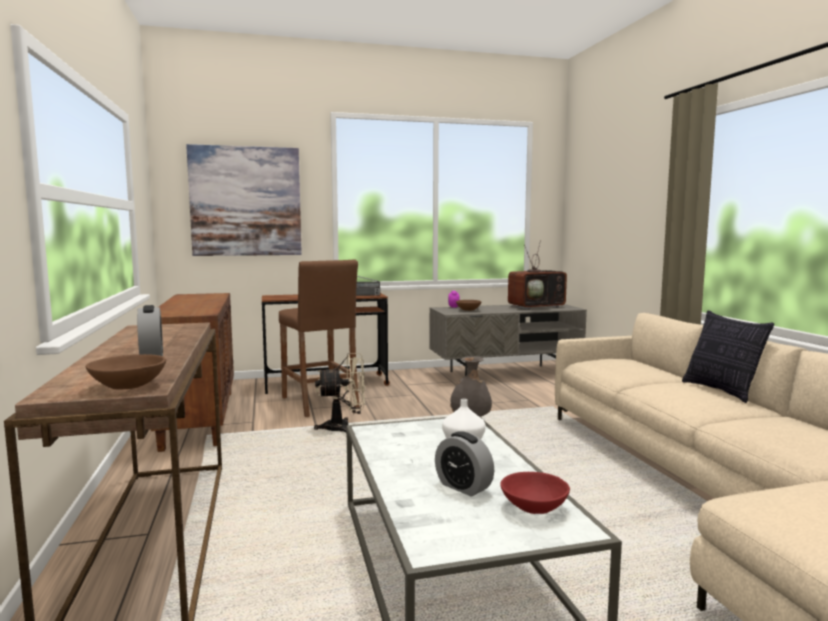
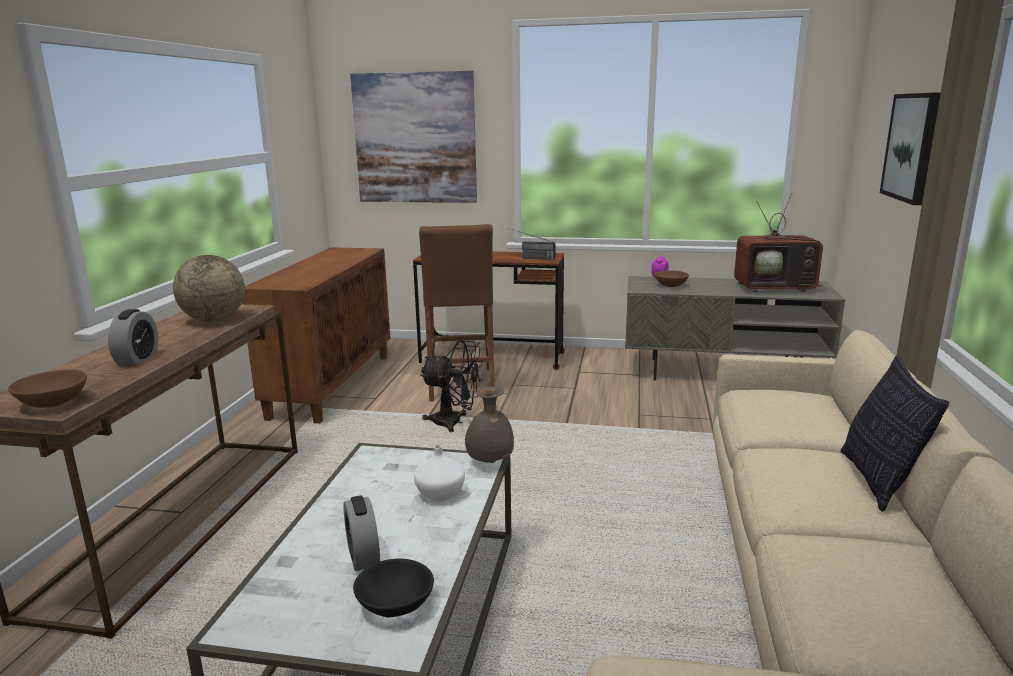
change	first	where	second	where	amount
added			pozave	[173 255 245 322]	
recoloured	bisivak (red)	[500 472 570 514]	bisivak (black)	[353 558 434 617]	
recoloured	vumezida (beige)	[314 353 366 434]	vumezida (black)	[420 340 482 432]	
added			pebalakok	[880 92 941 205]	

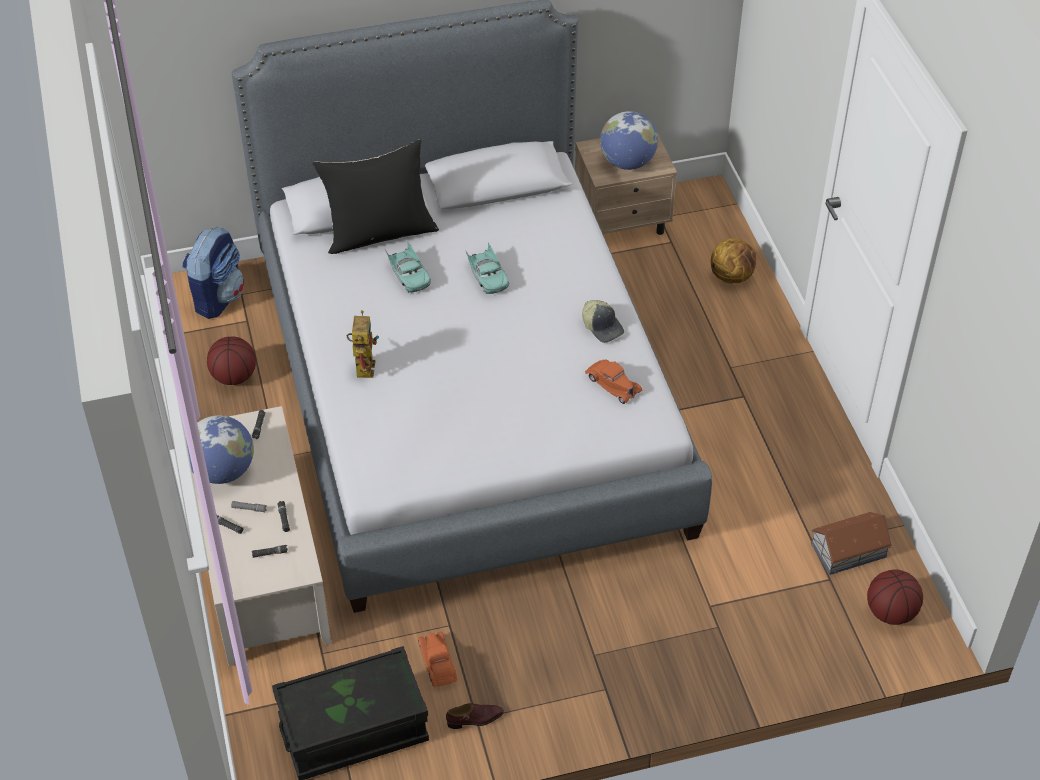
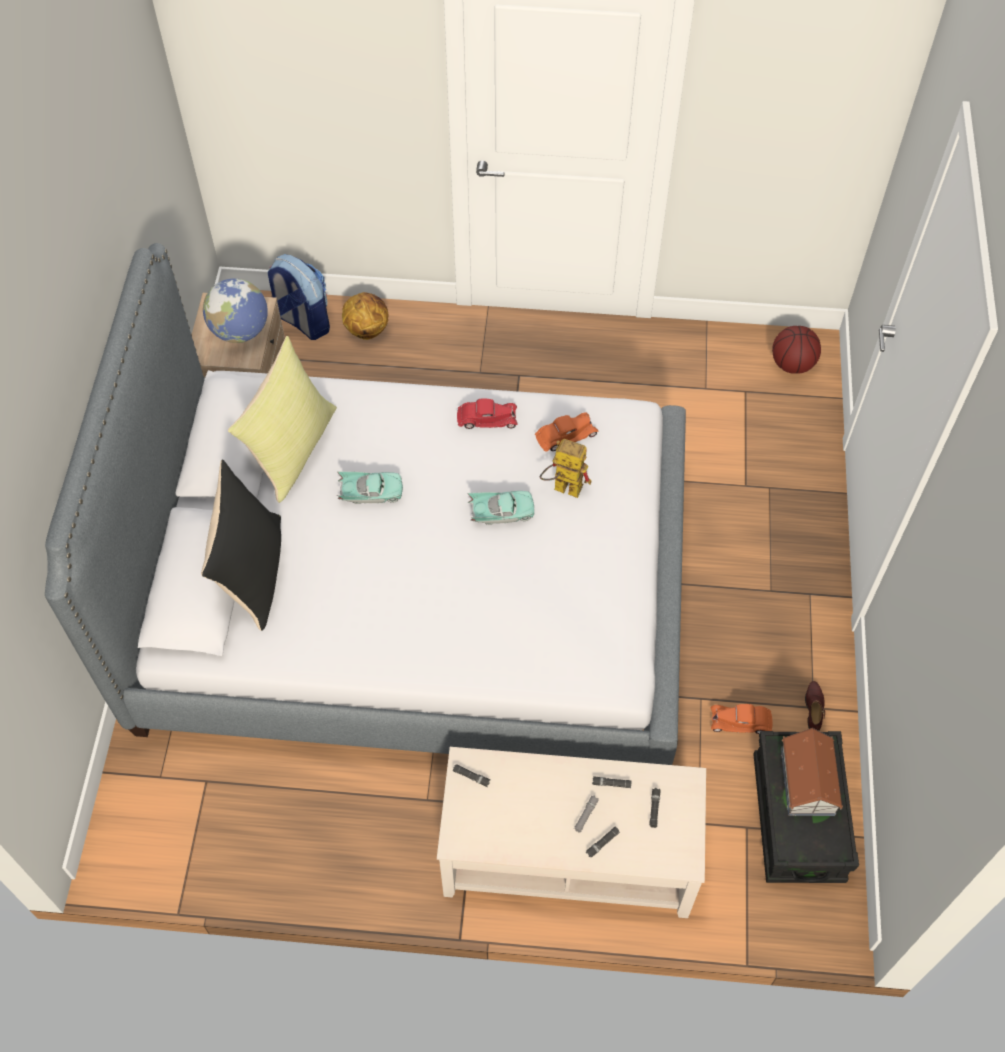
change	first	where	second	where	amount
added			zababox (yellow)	[228 336 337 503]	
moved	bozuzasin	[183 227 244 319]		[267 254 330 340]	
replaced	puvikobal	[582 300 624 343]	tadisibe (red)	[457 398 518 429]	
moved	tadisibe (turquoise)	[385 242 431 293]		[467 491 535 525]	
moved	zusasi	[347 310 379 378]		[540 439 592 498]	
moved	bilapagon	[811 512 893 575]		[781 728 843 816]	
removed	pozave	[186 415 254 484]			
removed	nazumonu	[207 337 256 385]			

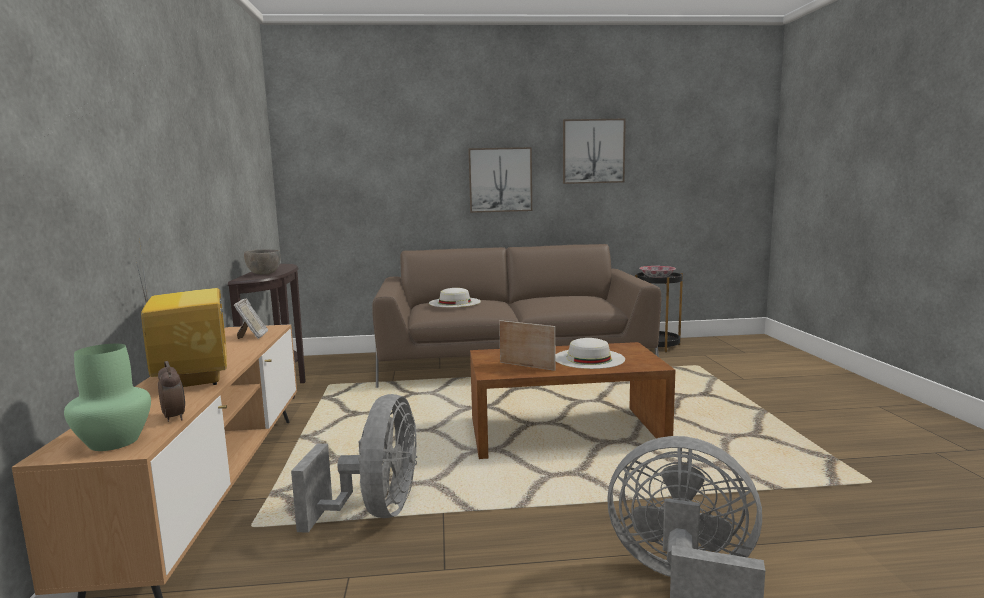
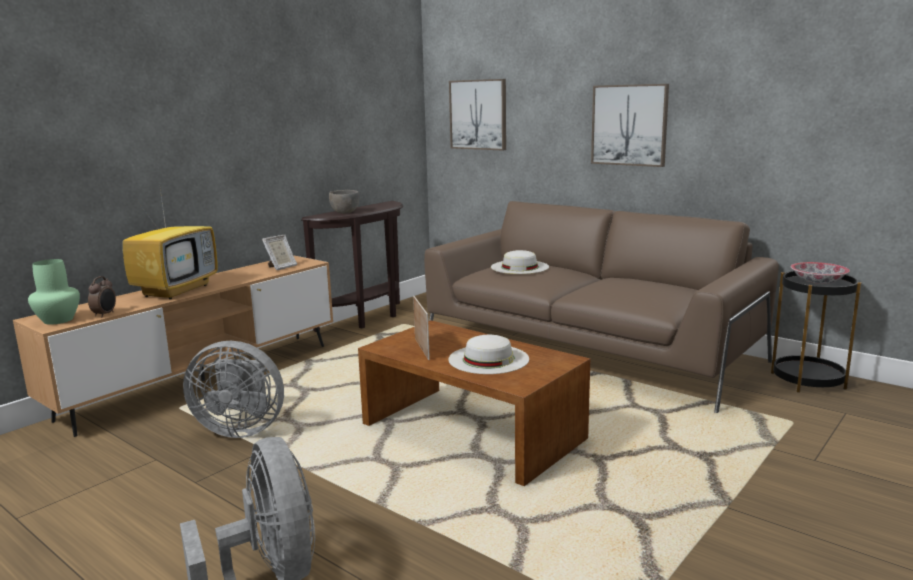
change	first	where	second	where	amount
turned	vumezida (grey)	[291 394 417 533]		[183 341 284 438]	45 degrees clockwise
moved	pebalakok	[563 119 626 184]		[449 79 506 150]	

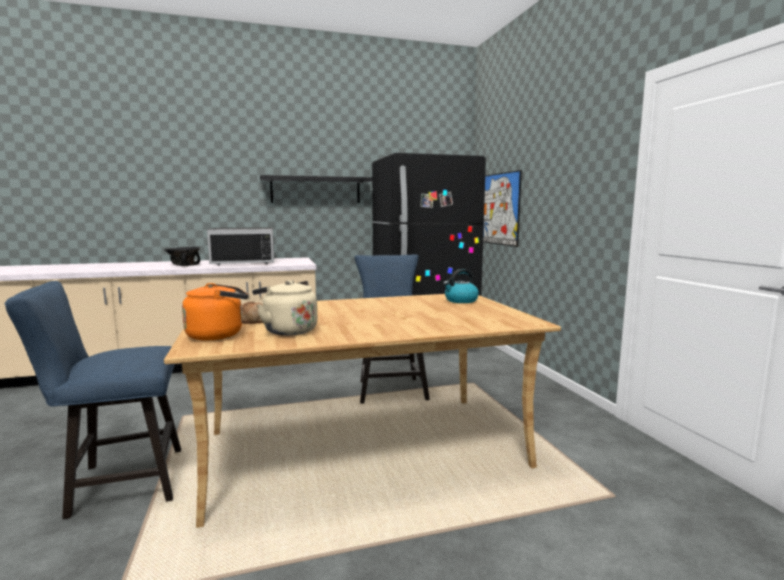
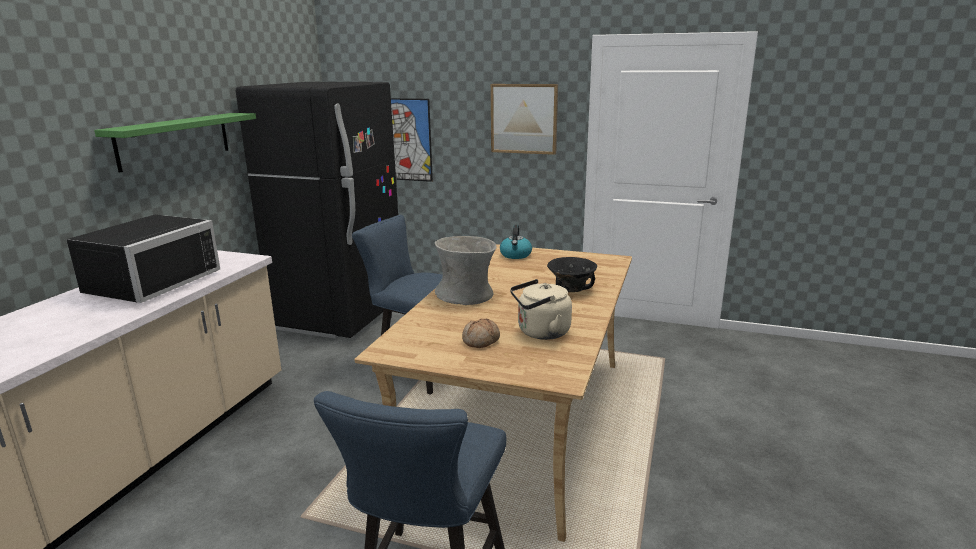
change	first	where	second	where	amount
recoloured	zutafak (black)	[260 175 373 203]	zutafak (green)	[94 113 256 173]	
added			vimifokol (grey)	[435 236 497 305]	
added			pebalakok	[491 84 558 155]	
moved	bisivak (black)	[165 247 200 266]		[547 257 597 292]	
removed	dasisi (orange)	[182 283 248 341]			

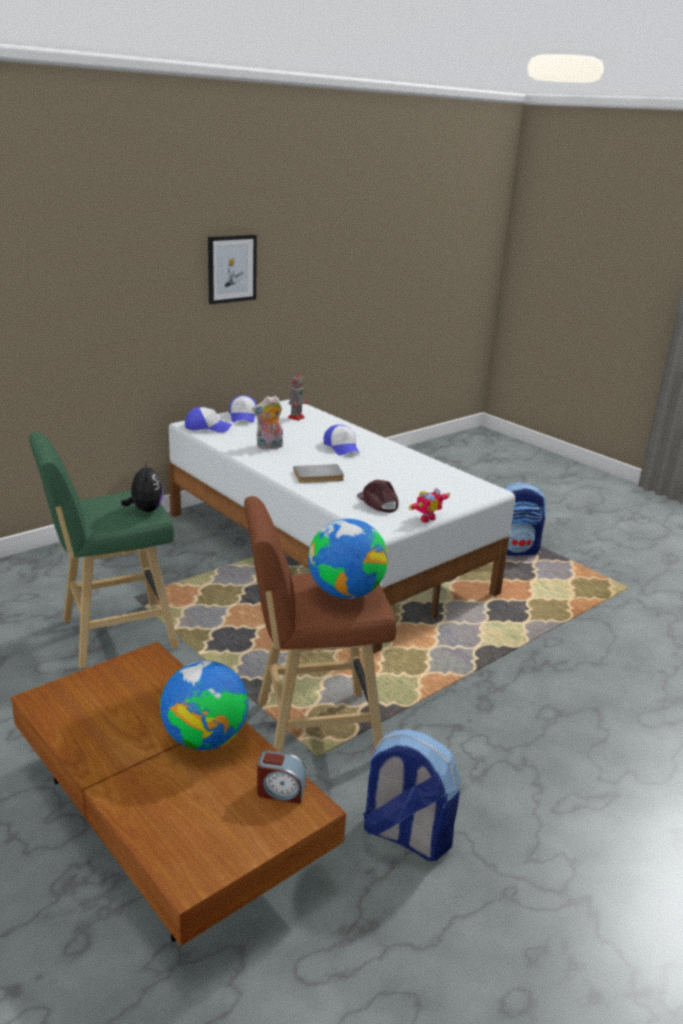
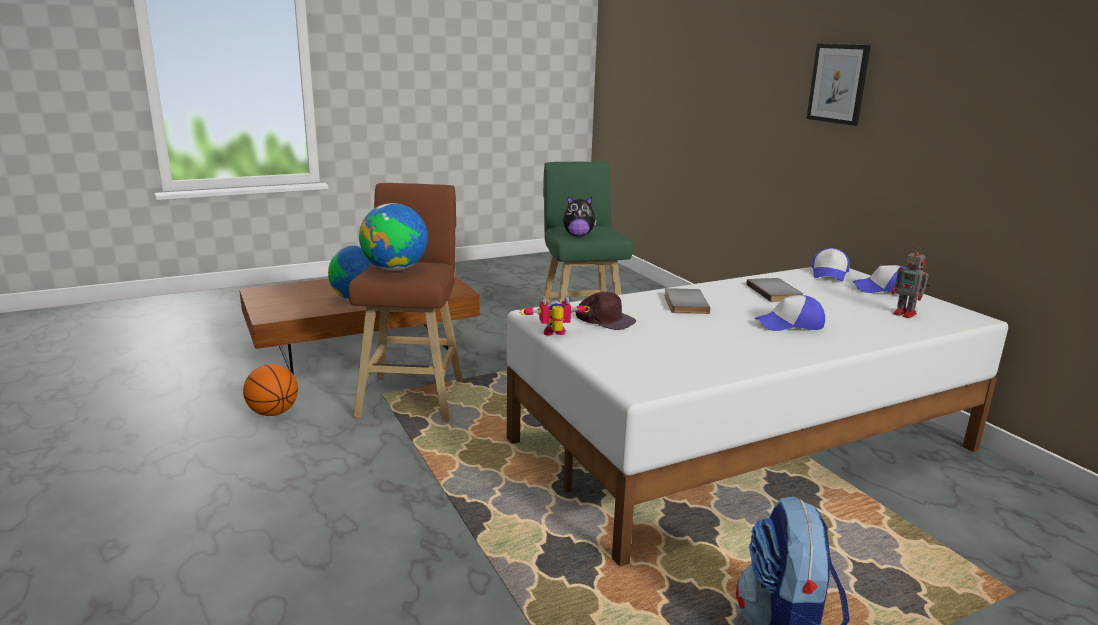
change	first	where	second	where	amount
replaced	bozuzasin	[363 729 460 861]	nazumonu	[243 364 298 416]	
turned	zusasi	[409 488 450 523]		[520 296 590 336]	105 degrees clockwise
turned	puvikobal (brown)	[357 480 398 513]		[576 291 636 330]	45 degrees clockwise
replaced	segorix	[252 396 283 449]	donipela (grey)	[746 278 803 302]	
moved	pebalakok	[208 235 257 304]		[807 44 871 126]	
removed	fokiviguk	[257 750 306 804]			

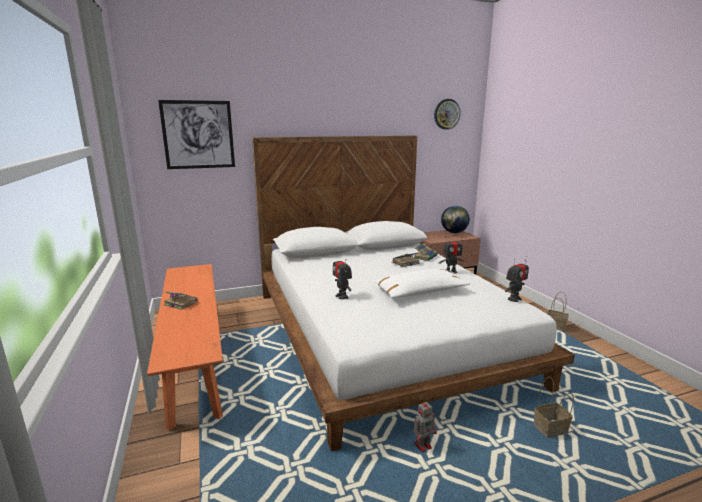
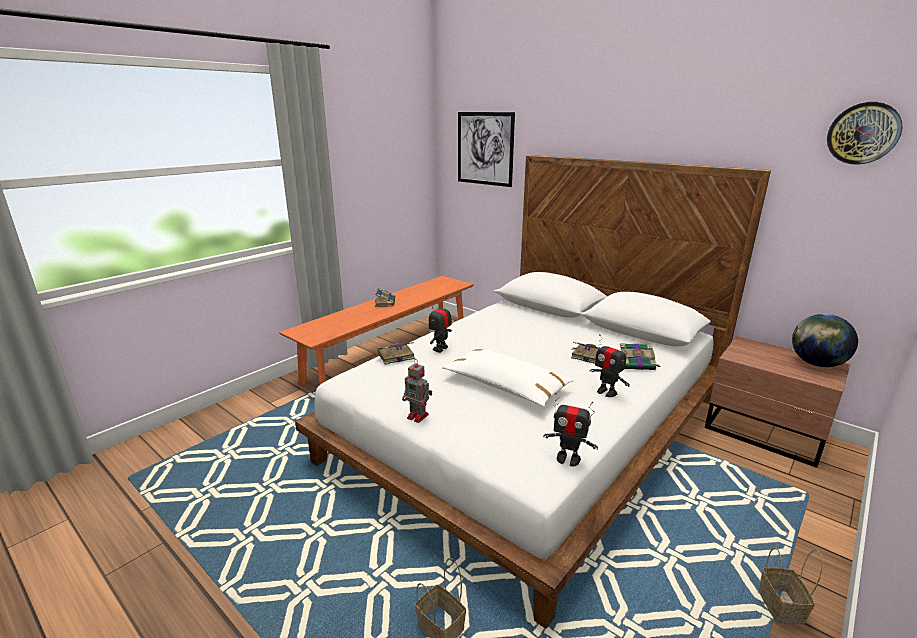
change	first	where	second	where	amount
added			donipela	[373 342 415 365]	
moved	zusasi	[414 401 437 452]		[402 359 432 423]	

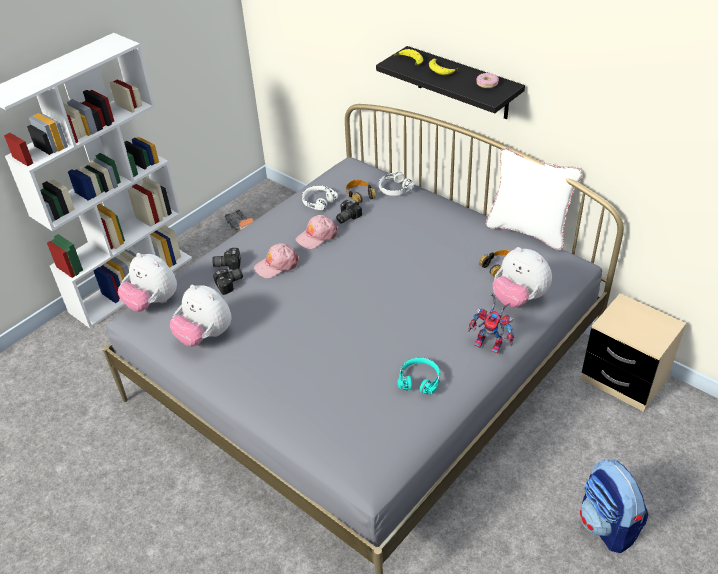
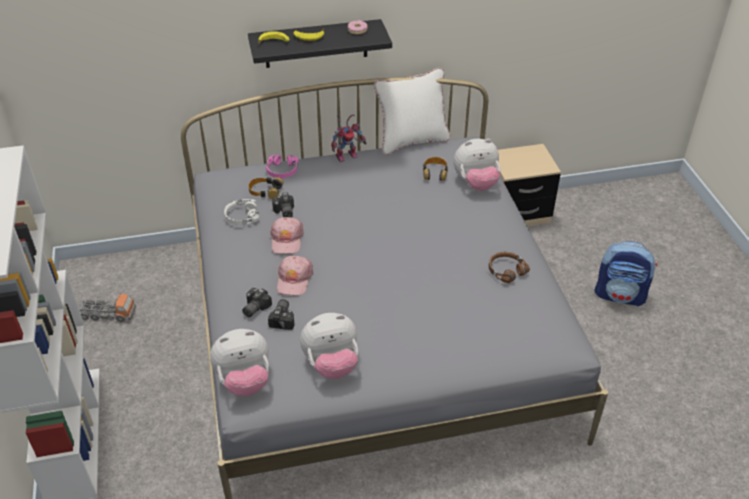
change	first	where	second	where	amount
recoloured	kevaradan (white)	[379 172 414 196]	kevaradan (pink)	[266 155 299 178]	
moved	zusasi	[468 293 514 353]		[331 114 367 162]	
recoloured	kevaradan (turquoise)	[397 357 440 395]	kevaradan (brown)	[489 252 530 284]	

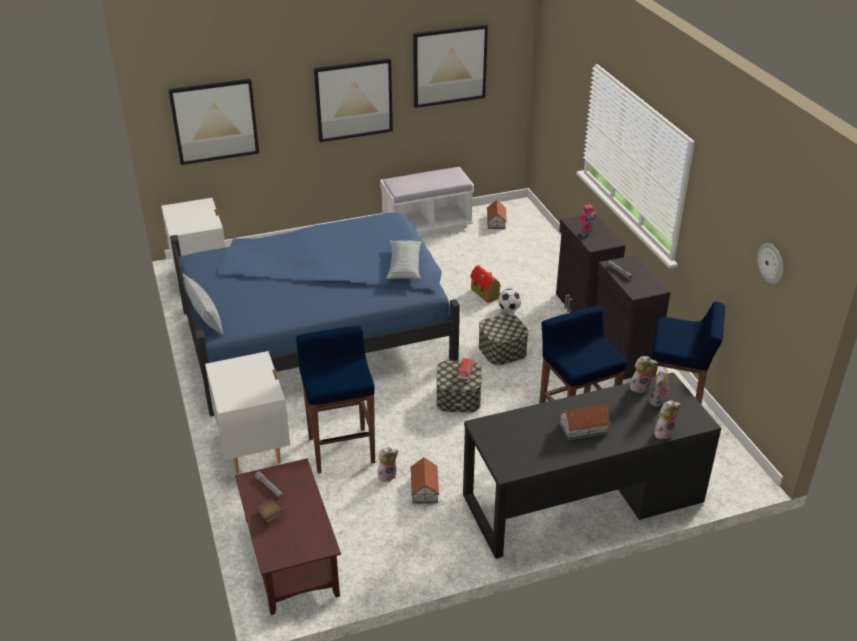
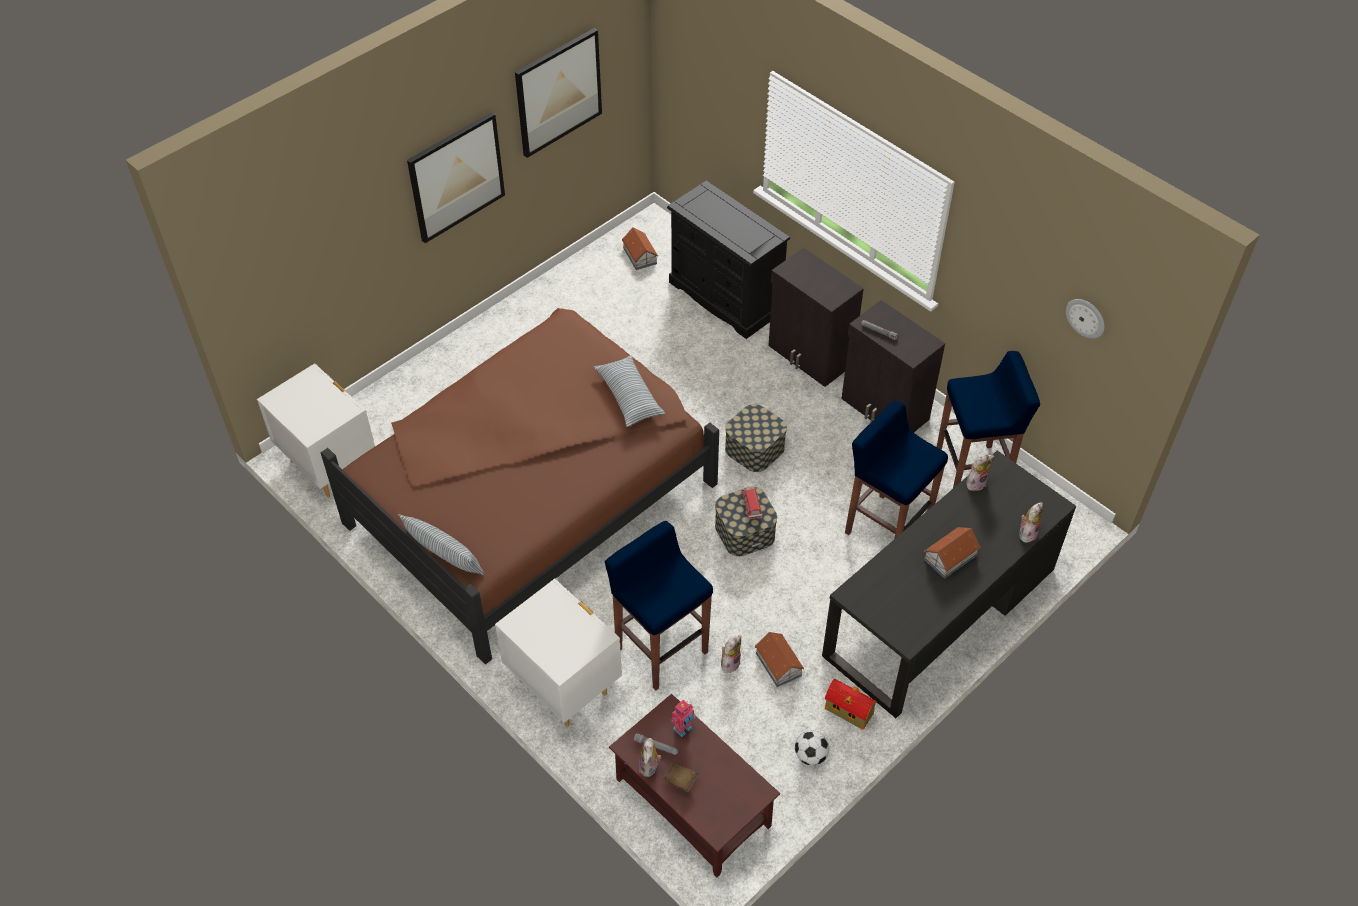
change	first	where	second	where	amount
recoloured	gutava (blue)	[170 212 460 417]	gutava (brown)	[321 308 719 664]	
moved	segorix	[649 367 670 407]		[639 738 661 777]	
added			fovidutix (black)	[667 181 790 339]	
moved	zusasi	[579 204 596 237]		[671 699 696 737]	
moved	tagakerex	[498 289 521 312]		[795 730 829 766]	
moved	bilapagon	[470 265 501 303]		[825 679 877 730]	
removed	pebalakok	[168 79 259 165]			
removed	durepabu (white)	[380 167 474 236]			

